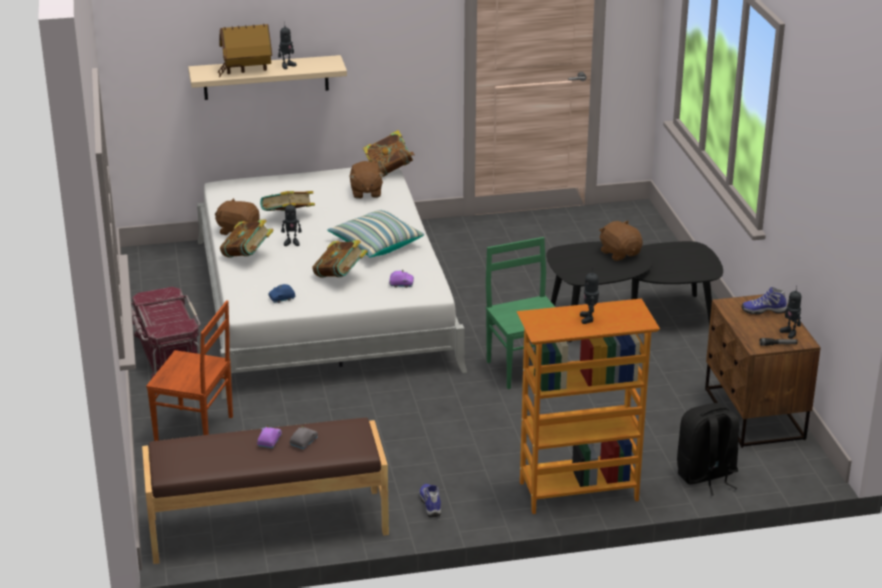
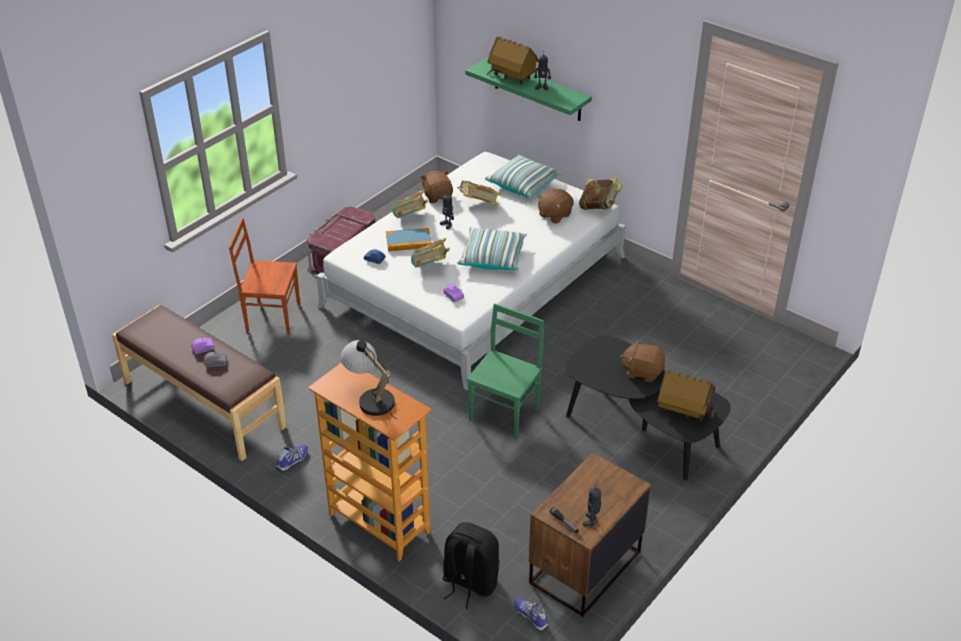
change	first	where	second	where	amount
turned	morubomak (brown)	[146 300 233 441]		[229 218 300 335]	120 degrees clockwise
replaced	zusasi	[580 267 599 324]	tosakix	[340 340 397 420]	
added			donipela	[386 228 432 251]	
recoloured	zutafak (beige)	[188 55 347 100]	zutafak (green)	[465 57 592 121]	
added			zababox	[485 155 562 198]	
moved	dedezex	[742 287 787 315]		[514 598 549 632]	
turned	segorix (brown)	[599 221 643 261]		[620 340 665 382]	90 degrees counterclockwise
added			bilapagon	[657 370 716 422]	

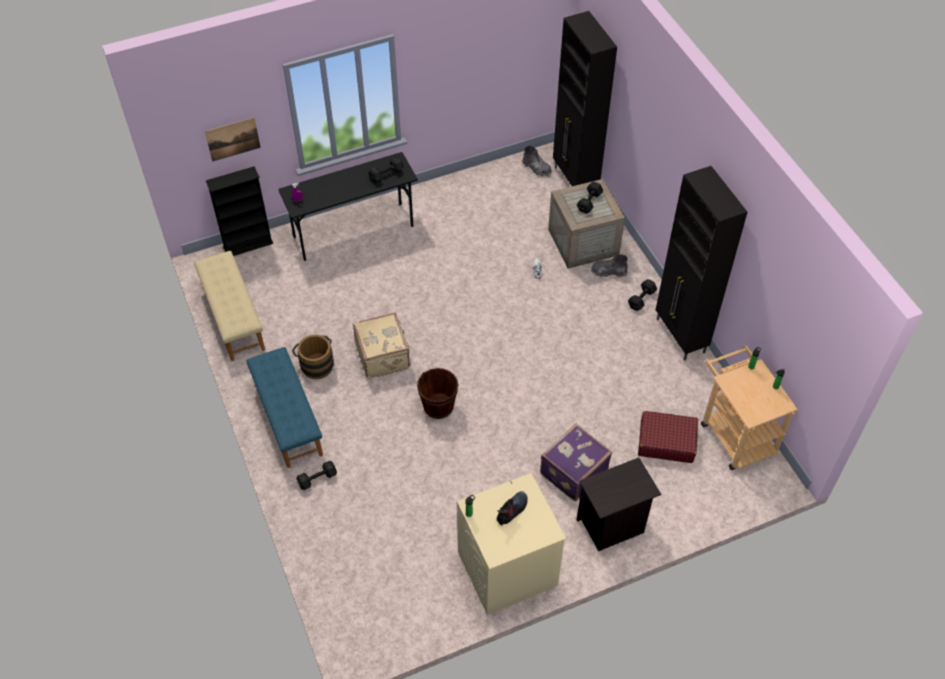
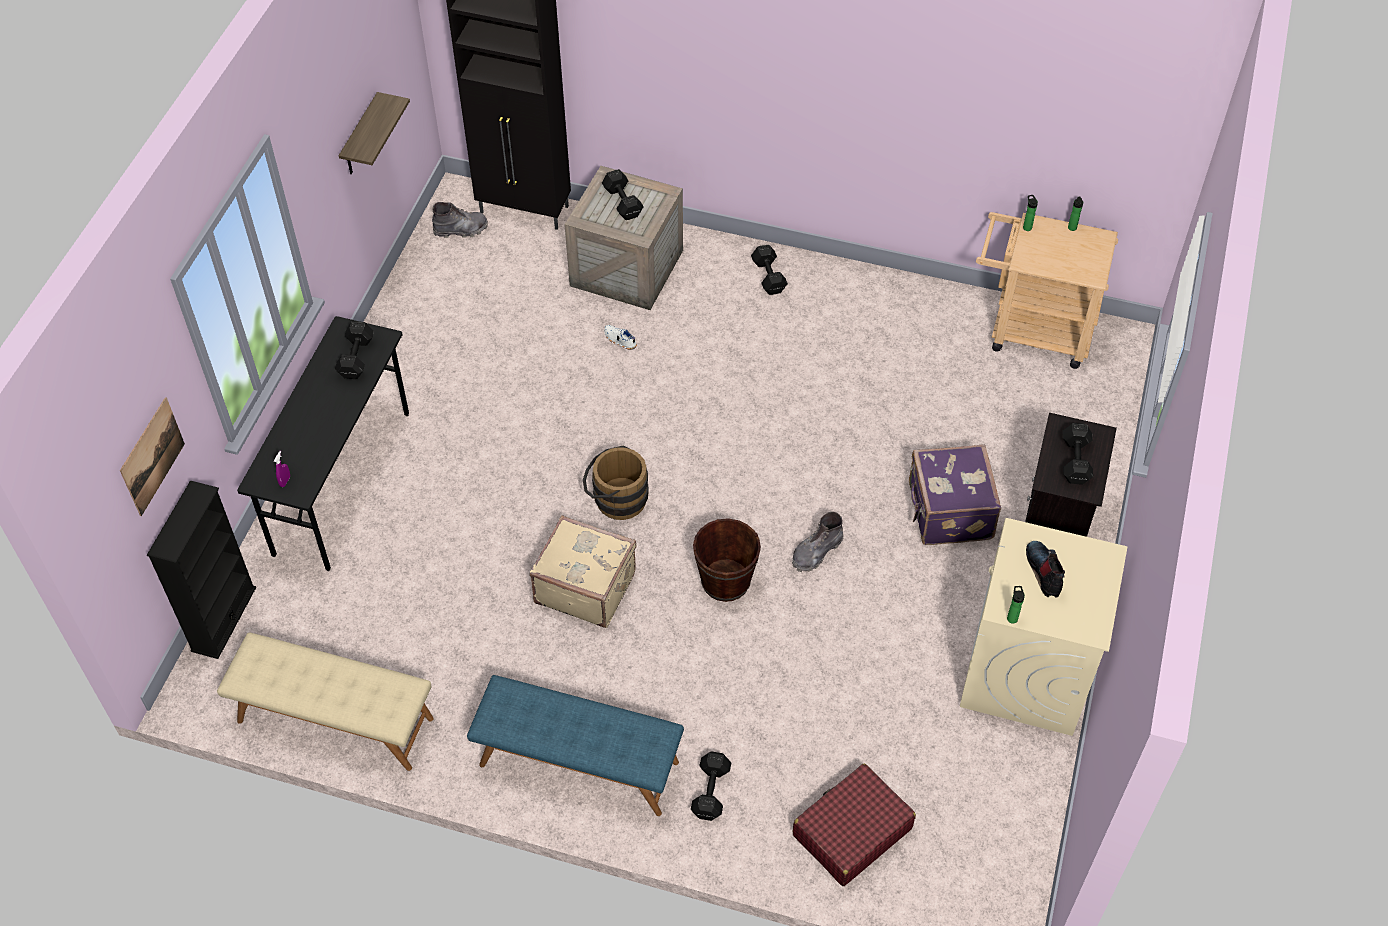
change	first	where	second	where	amount
added			zutafak	[339 92 410 174]	
moved	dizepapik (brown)	[292 335 334 379]		[583 445 649 520]	
moved	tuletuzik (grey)	[591 254 628 277]		[792 512 844 572]	
moved	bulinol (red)	[638 411 698 463]		[793 764 916 886]	
added			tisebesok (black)	[1063 423 1093 485]	
removed	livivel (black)	[656 166 747 361]			

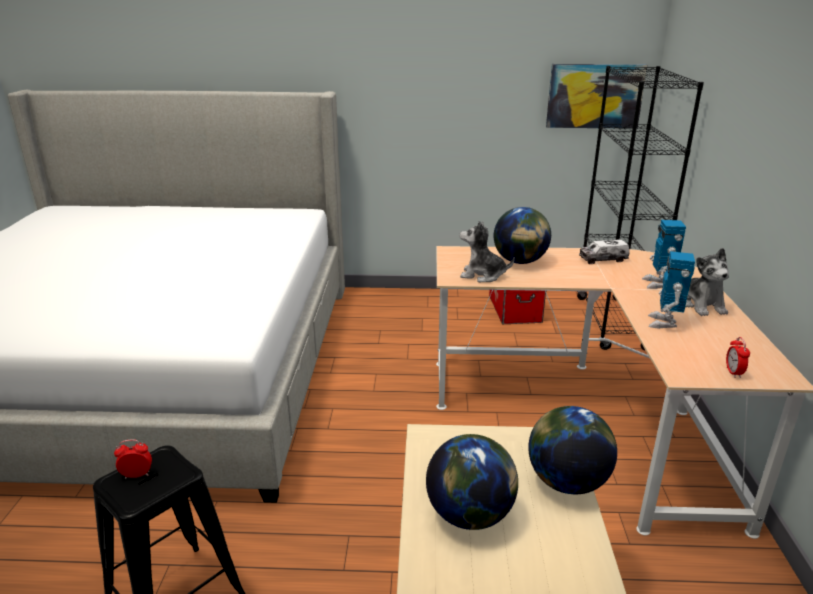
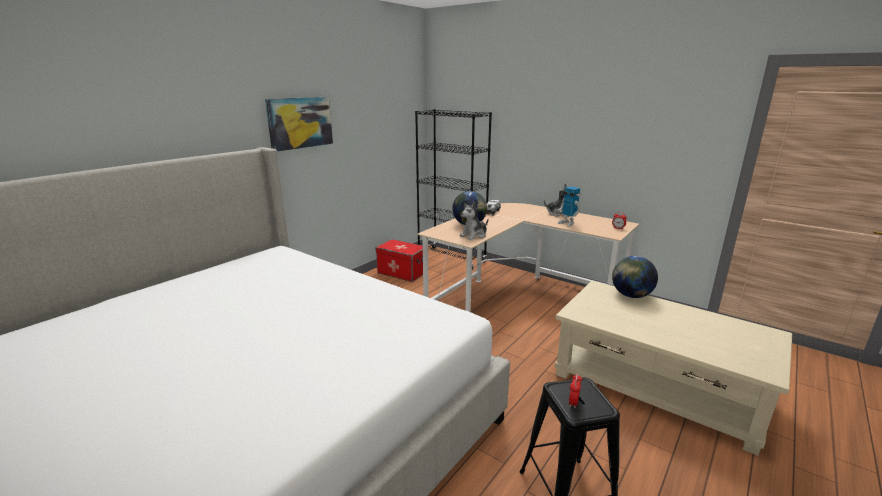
change	first	where	second	where	amount
moved	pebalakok	[546 64 647 128]		[265 97 333 152]	
removed	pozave	[426 434 518 530]			
removed	zusasi	[642 220 686 289]			

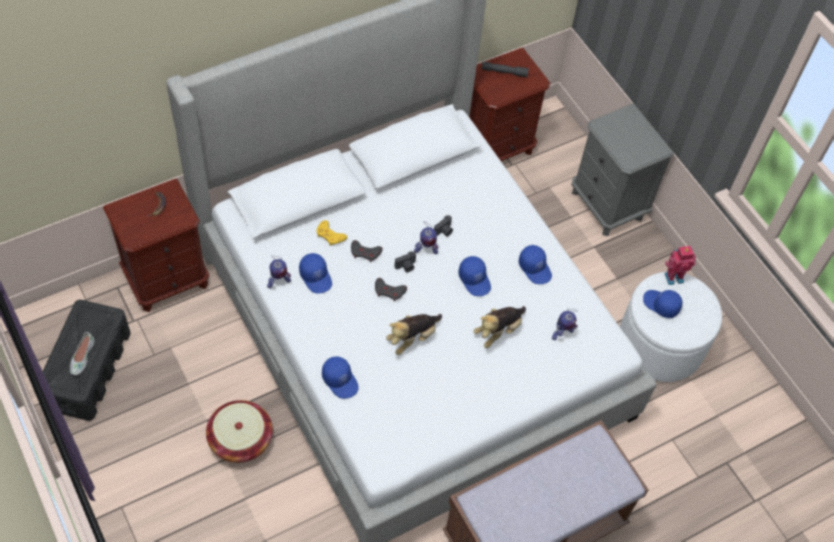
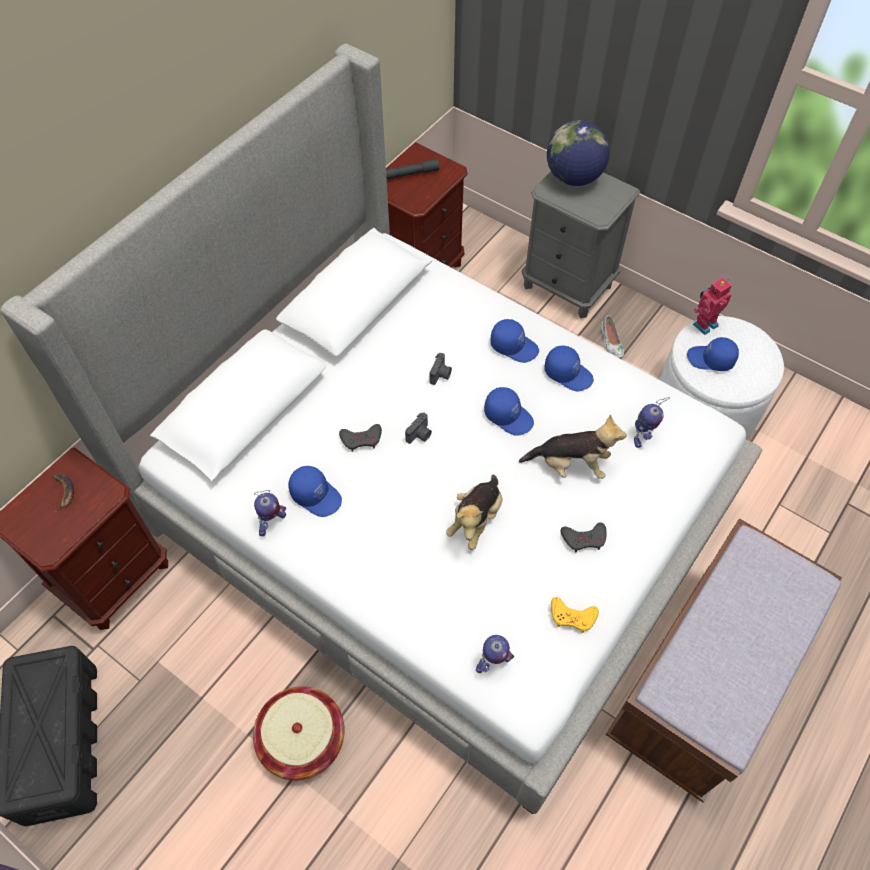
change	first	where	second	where	amount
moved	zusasi	[414 221 438 254]		[476 635 514 673]	
moved	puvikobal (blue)	[322 356 359 399]		[490 319 539 363]	
turned	segorix	[473 306 526 348]		[519 414 627 479]	105 degrees counterclockwise
added			pozave	[547 121 610 186]	
moved	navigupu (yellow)	[317 220 347 246]		[551 597 599 633]	
moved	navigupu (grey)	[375 278 407 301]		[561 523 607 552]	
moved	dedezex (white)	[70 332 94 375]		[601 316 624 358]	

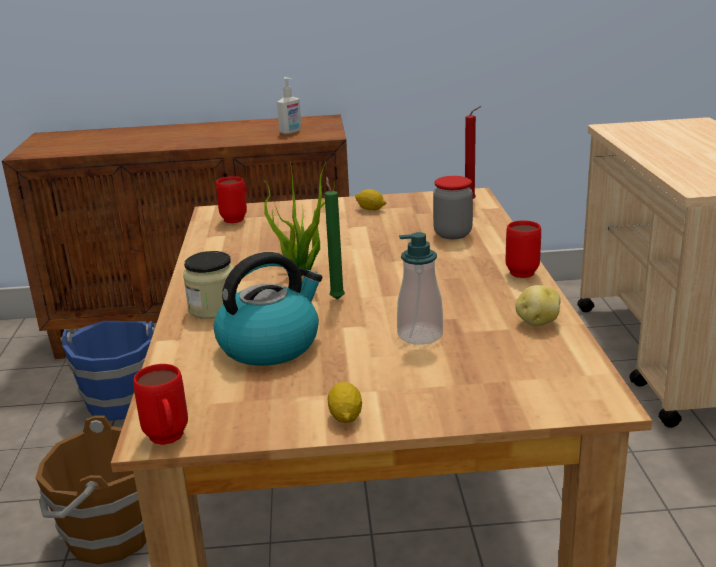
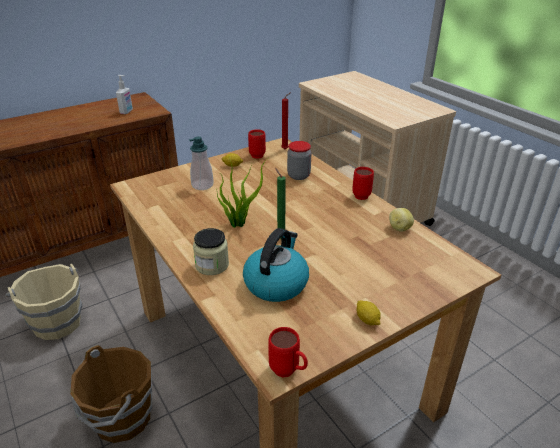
change	first	where	second	where	amount
recoloured	dizepapik (blue)	[60 321 155 421]	dizepapik (beige)	[6 264 82 340]	
moved	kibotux	[397 232 443 345]		[189 136 214 190]	
moved	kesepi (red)	[216 176 247 223]		[248 130 266 159]	

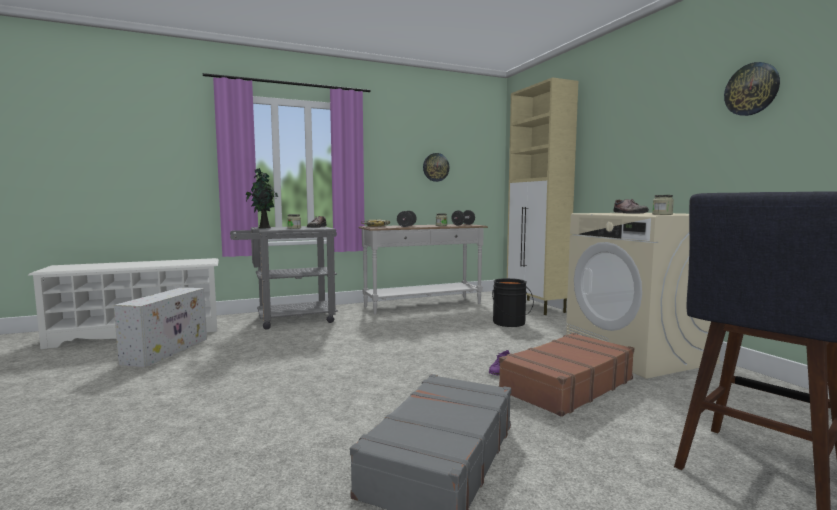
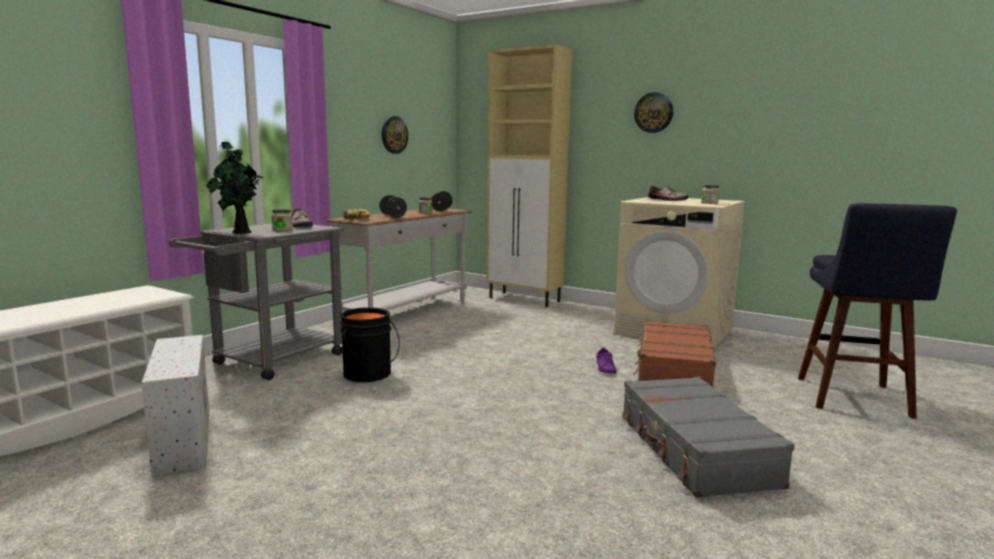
change	first	where	second	where	amount
moved	dizepapik (black)	[492 278 534 327]		[341 307 400 382]	
moved	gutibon	[724 62 780 116]		[634 92 673 133]	

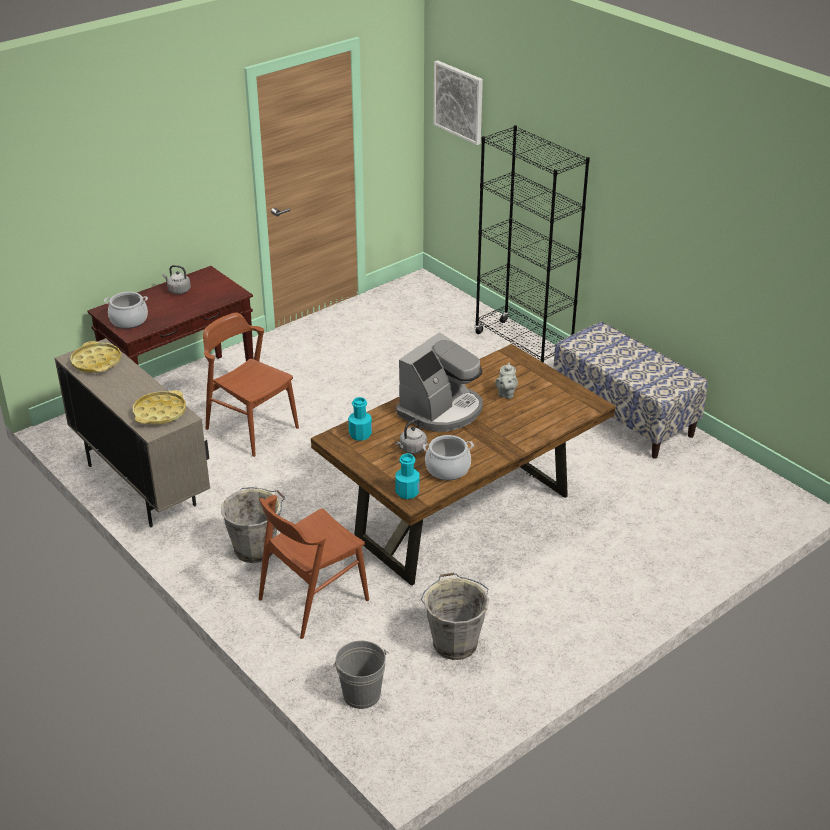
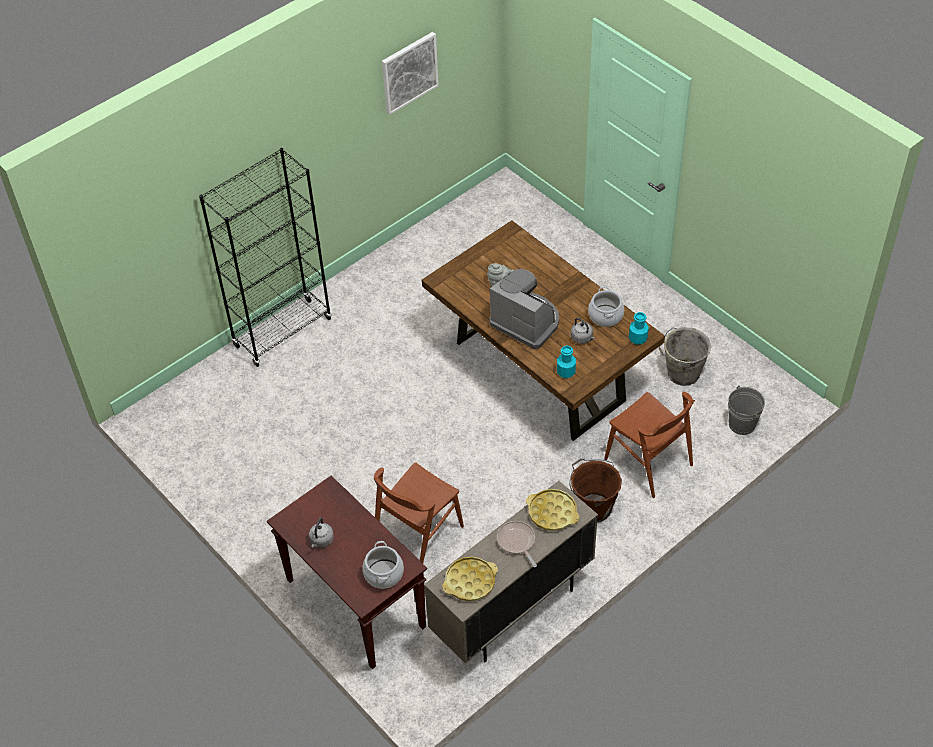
change	first	where	second	where	amount
moved	pebalakok	[433 60 483 145]		[382 32 439 115]	
added			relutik	[497 521 537 567]	
recoloured	dizepapik (grey)	[221 487 285 563]	dizepapik (brown)	[569 459 622 522]	
removed	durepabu	[553 322 708 459]			

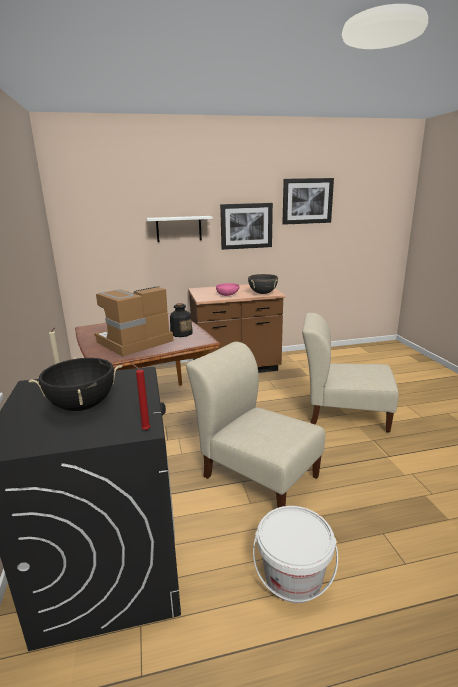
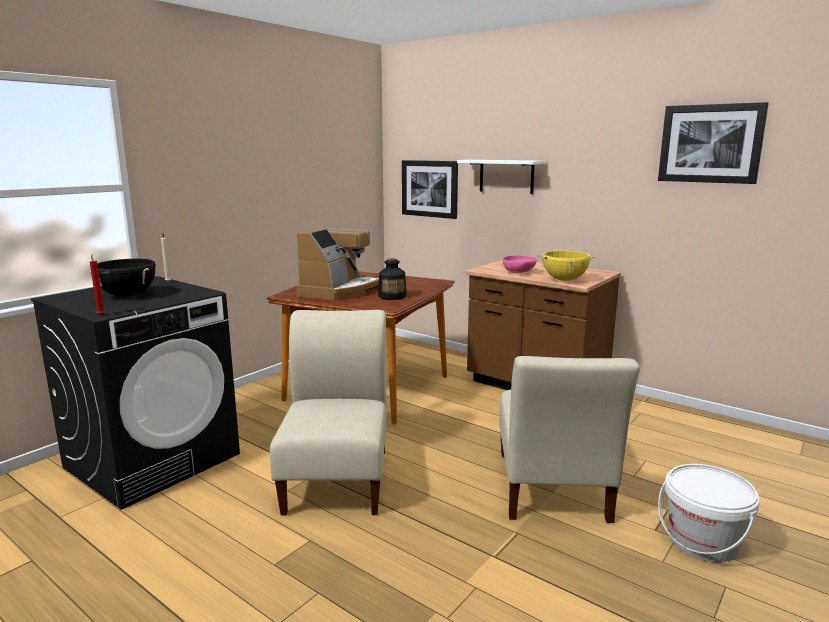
change	first	where	second	where	amount
turned	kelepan	[94 286 173 357]		[296 228 379 301]	105 degrees clockwise
moved	pebalakok	[220 203 273 250]		[402 160 458 219]	
turned	morubomak (beige)	[302 313 399 432]		[499 356 640 523]	150 degrees counterclockwise
recoloured	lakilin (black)	[248 274 279 294]	lakilin (yellow)	[537 251 596 281]	
moved	dizepapik (white)	[253 506 338 603]		[658 464 760 562]	

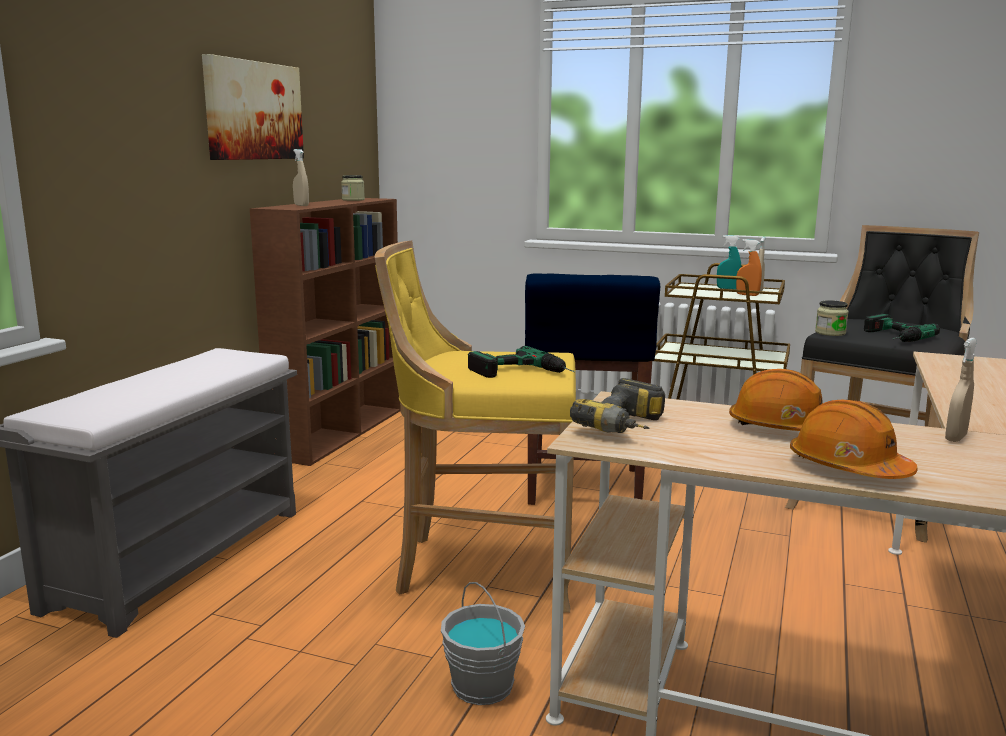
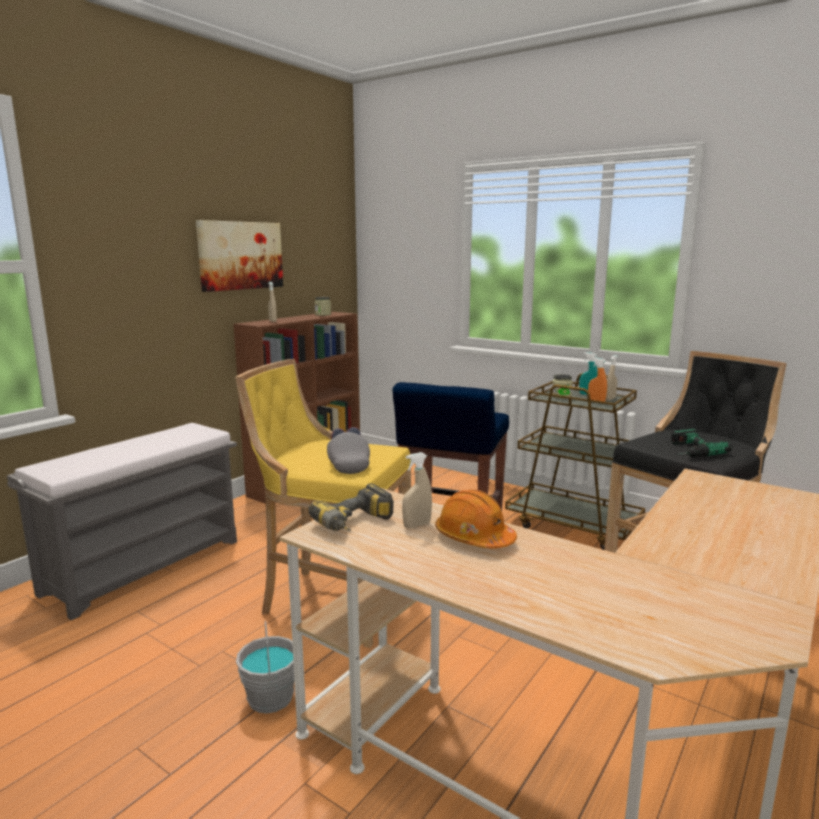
change	first	where	second	where	amount
replaced	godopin	[468 346 575 378]	puvikobal (grey)	[327 427 370 474]	
moved	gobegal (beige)	[945 338 977 442]		[402 452 432 529]	
moved	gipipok	[815 300 849 336]		[552 374 573 399]	
removed	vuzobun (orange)	[790 400 918 479]			

